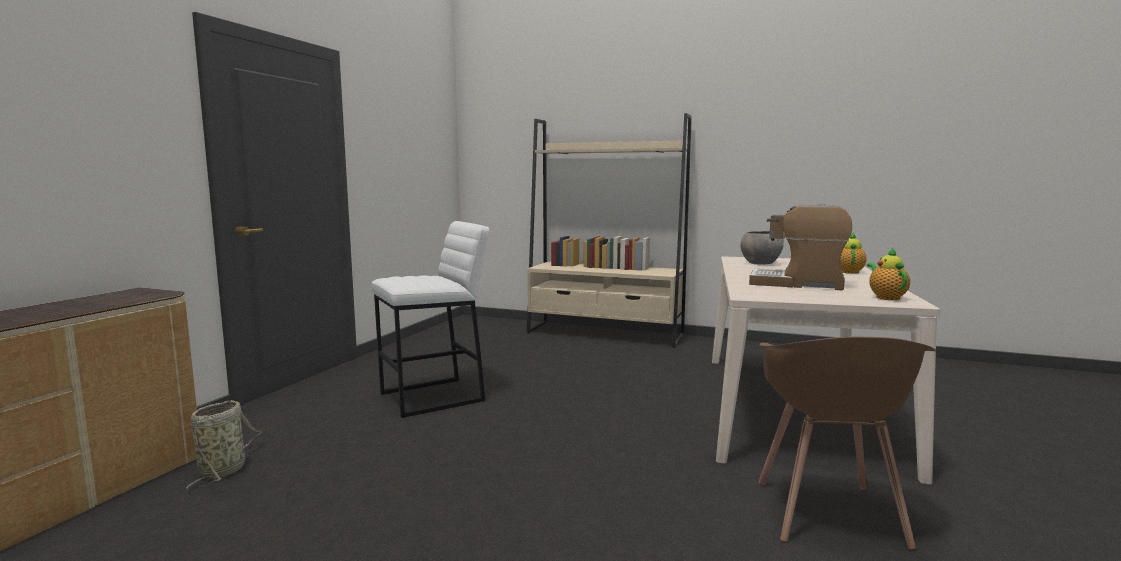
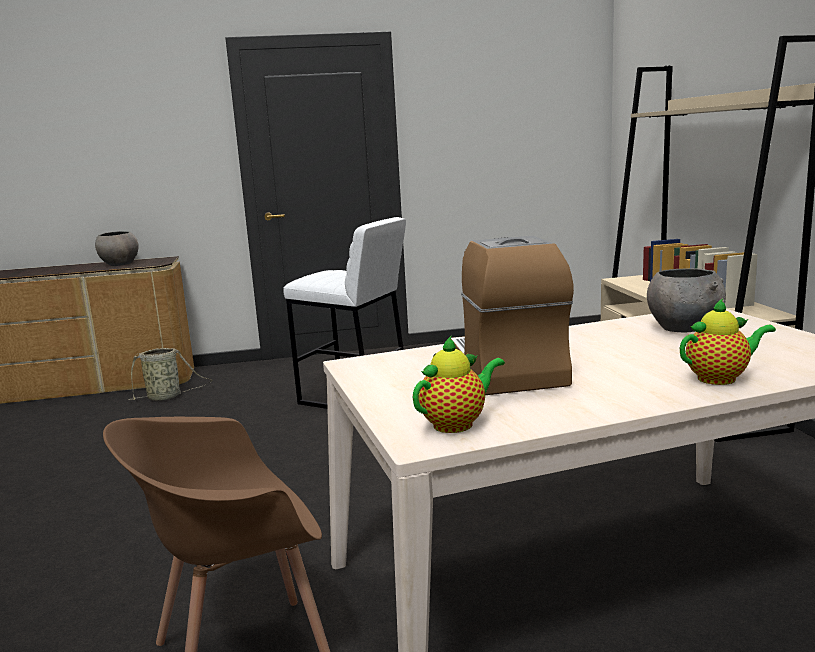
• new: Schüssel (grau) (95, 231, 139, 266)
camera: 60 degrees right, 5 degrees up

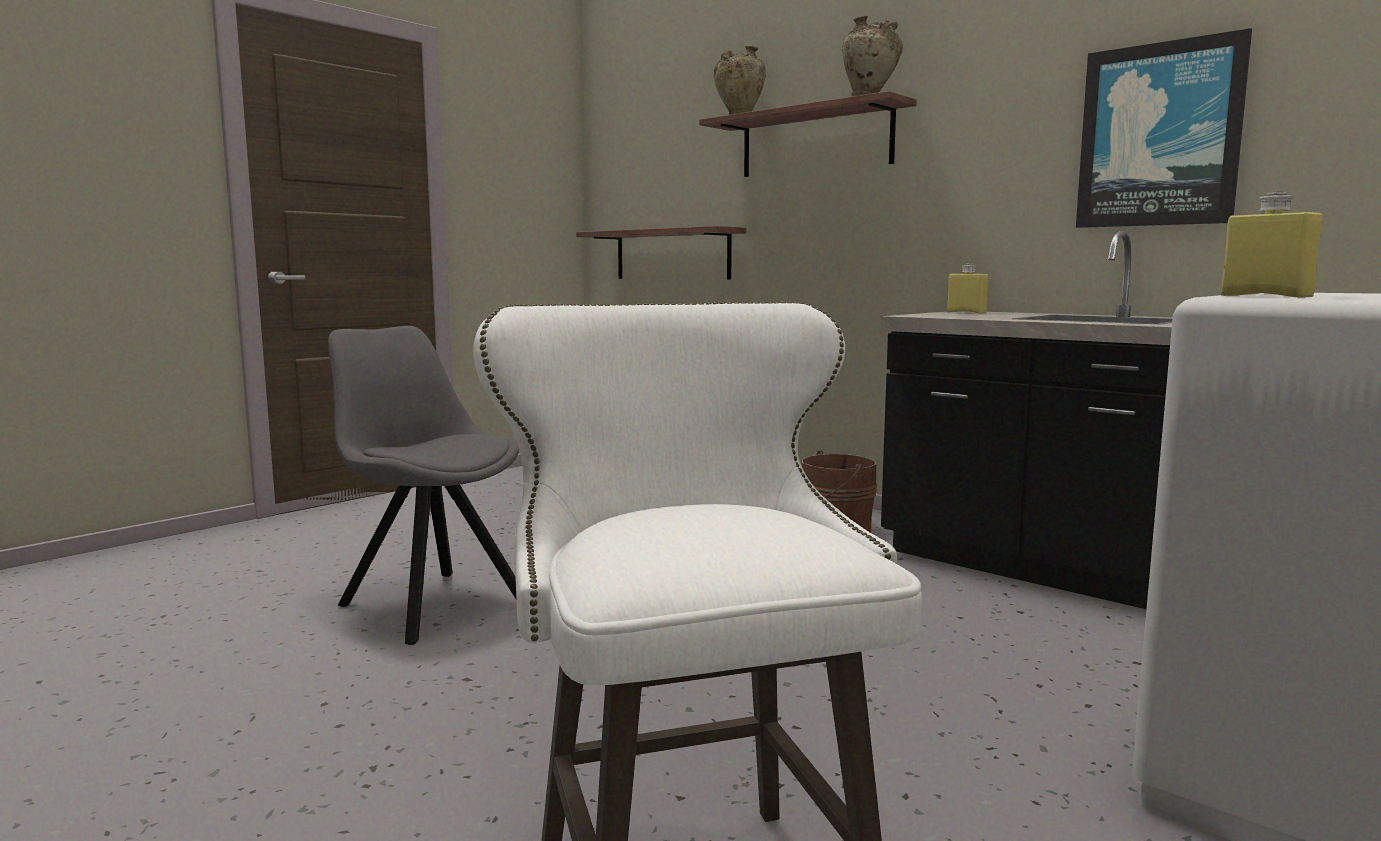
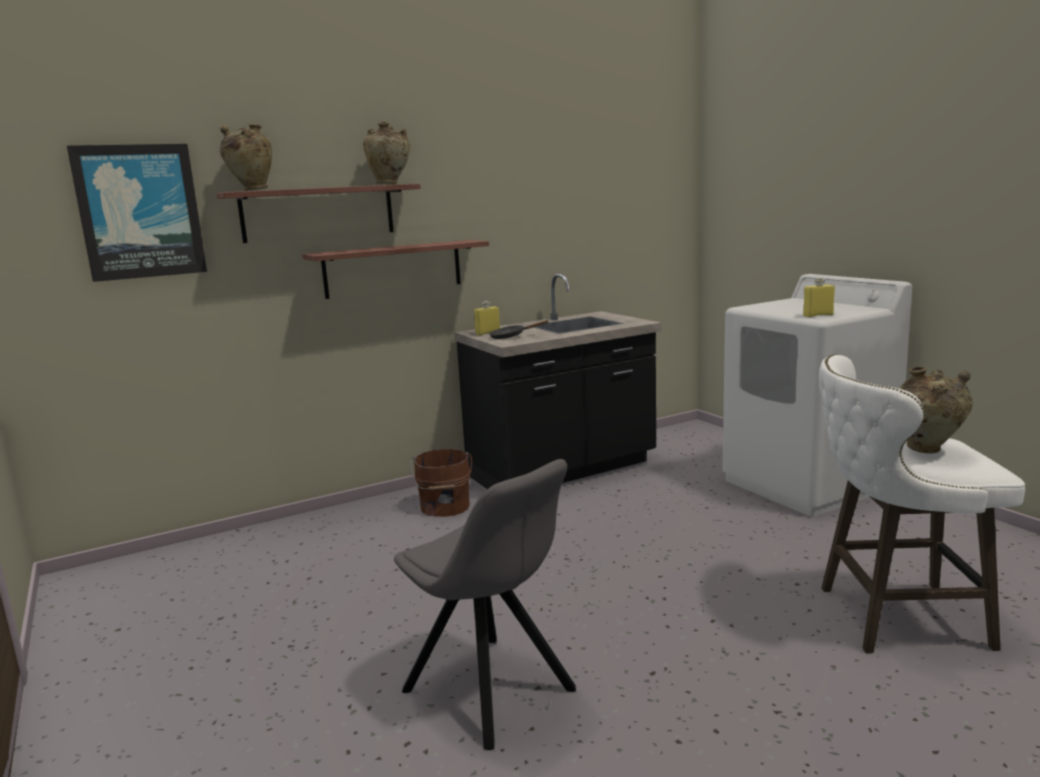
• shifted: Bild (1076, 28, 1252, 228) to (67, 144, 207, 282)
• shifted: Wandregal (576, 226, 746, 280) to (302, 240, 489, 299)
• rotated: Stuhl (grau) (328, 326, 519, 645) = (394, 459, 576, 750) 105 degrees counterclockwise
• new: Pfanne (schwarz) (489, 320, 549, 339)
• new: Vase (beige) (899, 367, 973, 454)
camera: 70 degrees left, 5 degrees up

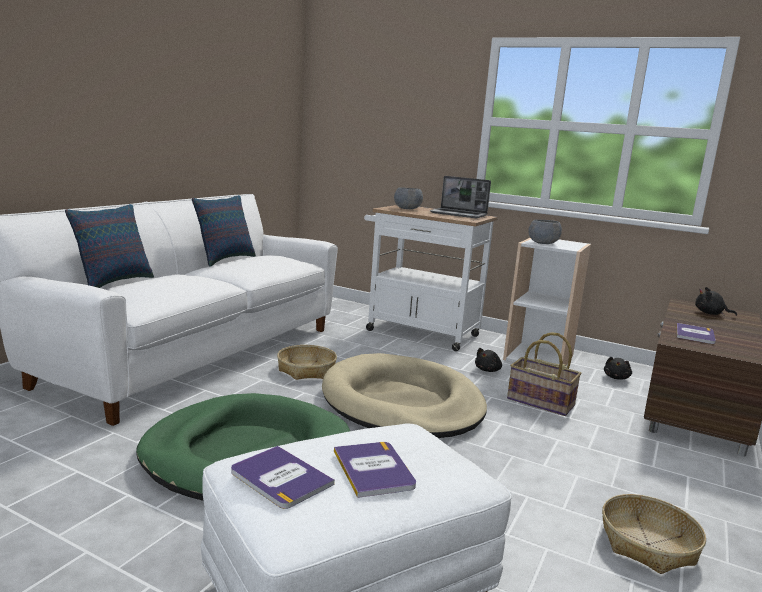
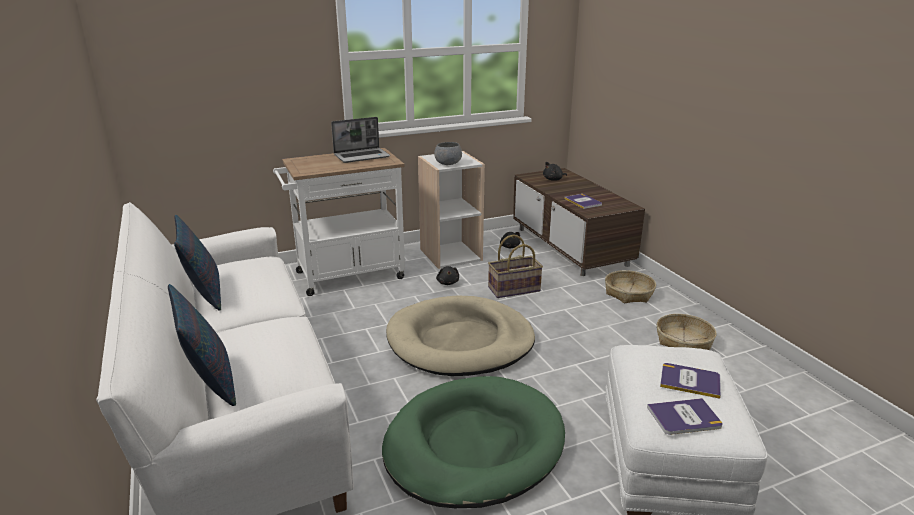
• shifted: Korb (277, 345, 337, 380) to (605, 270, 656, 303)
• gone: Schüssel (grau) (394, 187, 423, 209)
camera: 50 degrees left, 10 degrees up

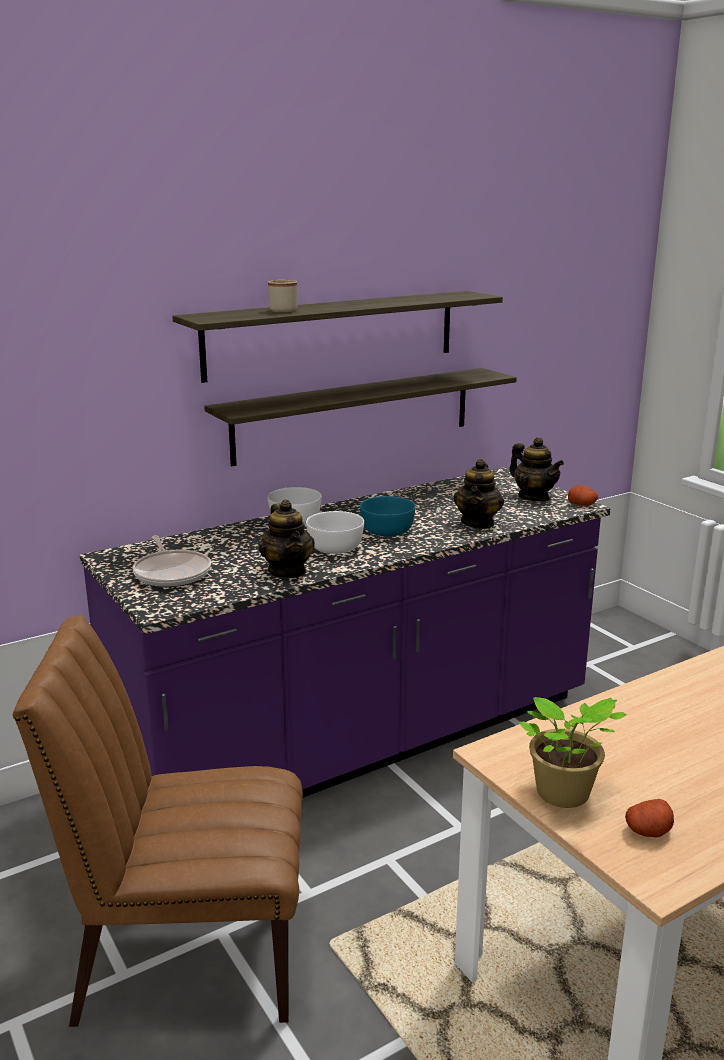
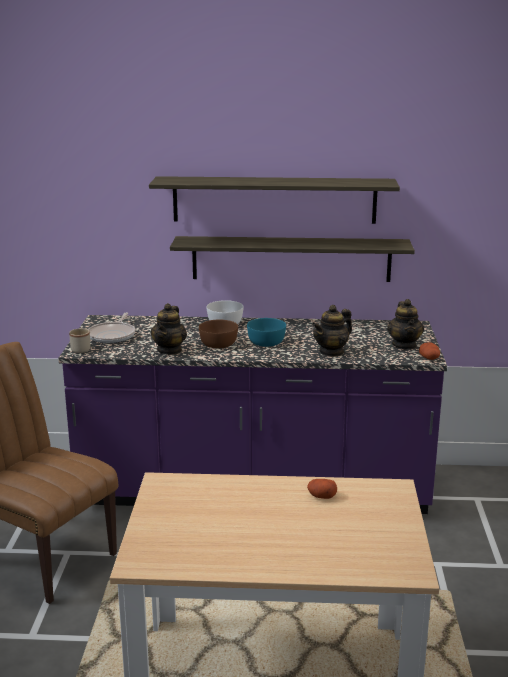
• shifted: Henkelbecher (beige) (268, 280, 297, 312) to (69, 328, 90, 353)
• repainted: Schüssel (weiß) (306, 511, 364, 554) to Schüssel (braun) (199, 320, 238, 349)
• shifted: Kartoffel (625, 799, 674, 837) to (307, 479, 337, 499)
• gone: Topfpflanze (519, 697, 627, 808)
camera: 35 degrees right, 0 degrees up

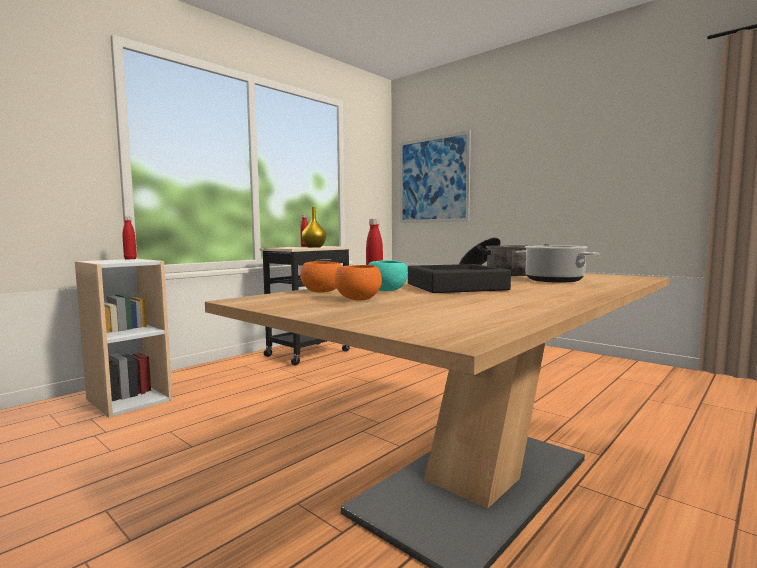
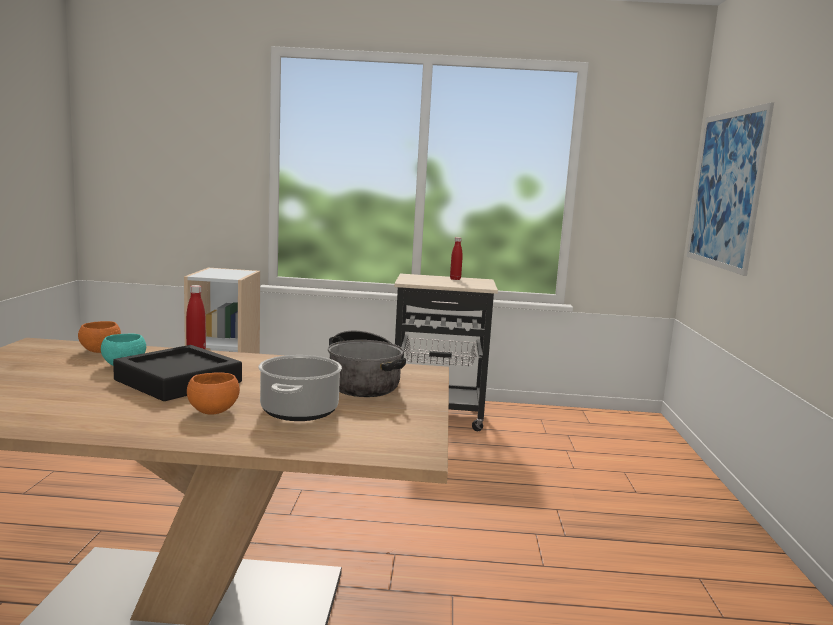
• shifted: Schüssel (orange) (334, 265, 382, 300) to (187, 372, 240, 415)
• gone: Flasche (rot) (123, 216, 137, 259)
• gone: Vase (gelb) (302, 207, 326, 248)
camera: 50 degrees right, 5 degrees up

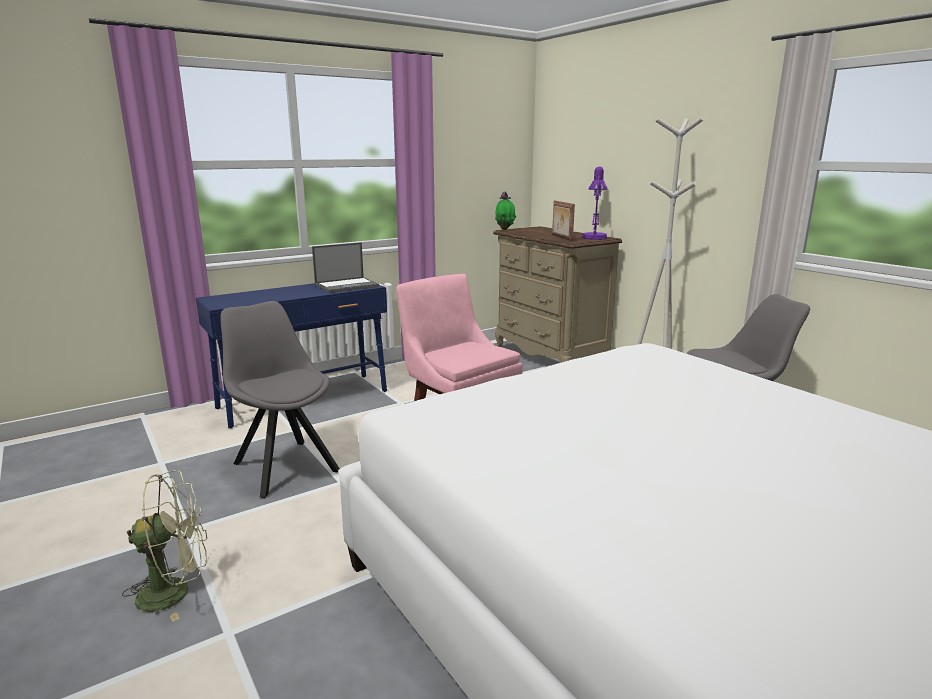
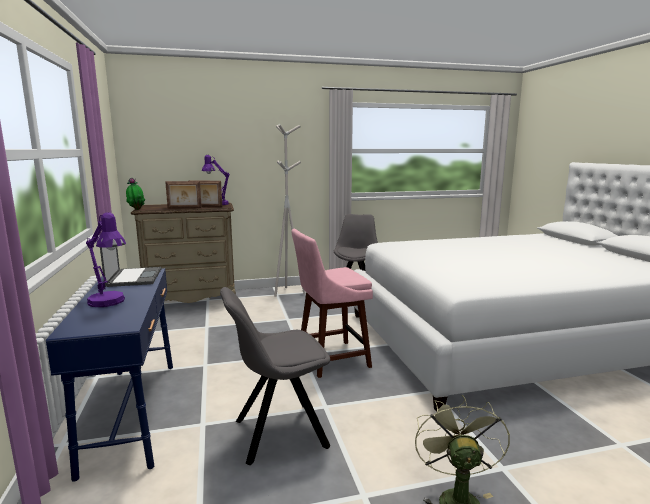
• new: Tischlampe (lila) (86, 212, 126, 307)
• new: Bilderrahmen (165, 181, 202, 208)
camera: 70 degrees left, 5 degrees down

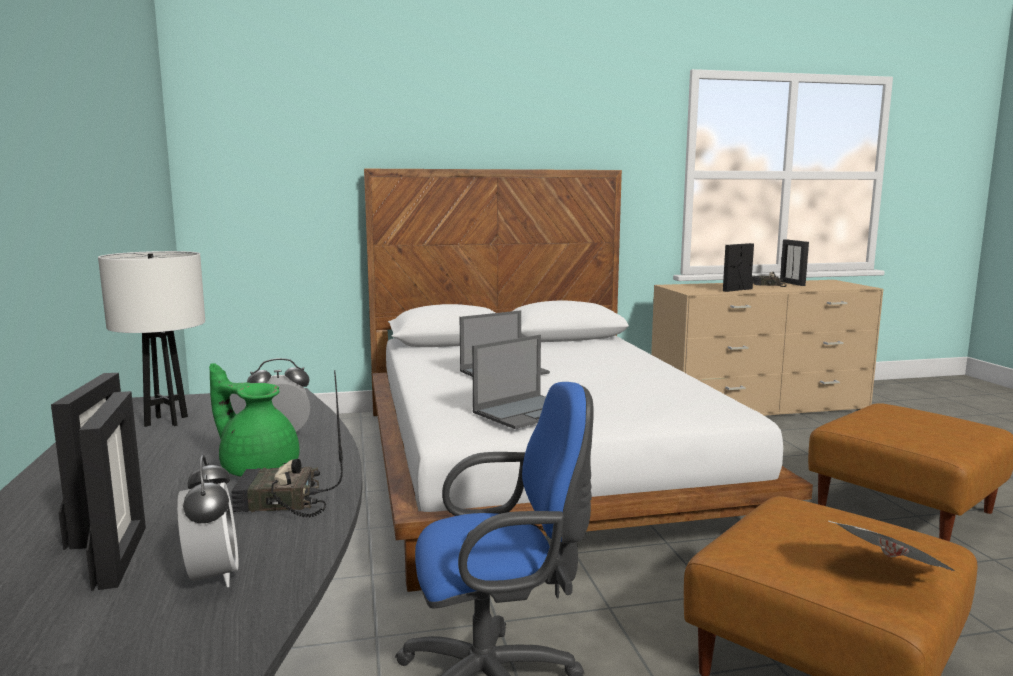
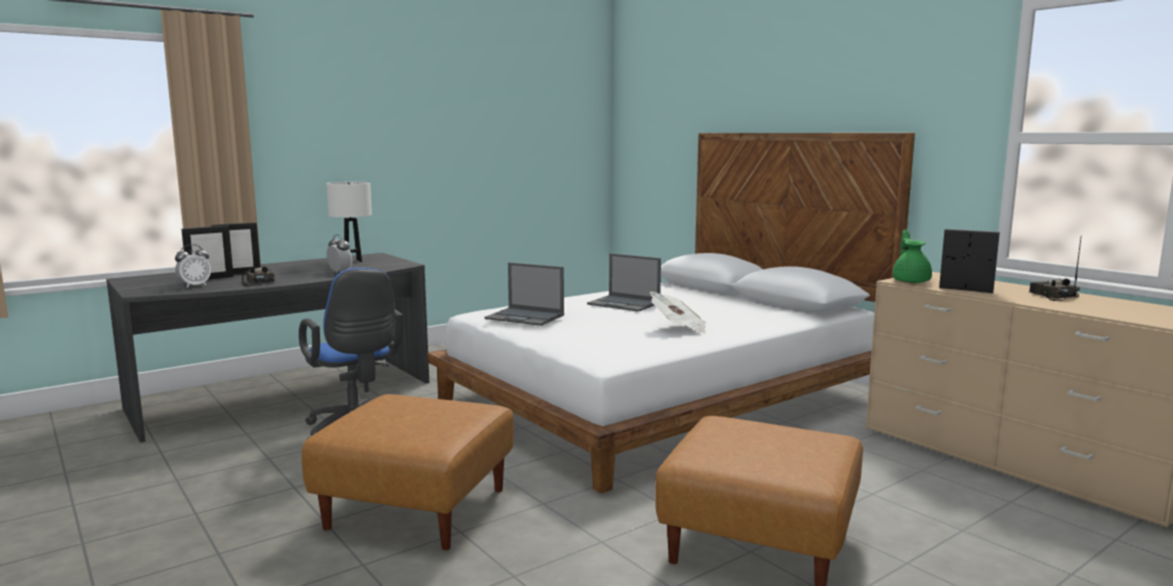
• shifted: Zeitung (828, 520, 954, 571) to (650, 292, 706, 334)
• shifted: Teekanne (grün) (209, 363, 300, 477) to (892, 229, 932, 283)
• gone: Bilderrahmen (780, 239, 809, 286)
camera: 65 degrees right, 0 degrees up

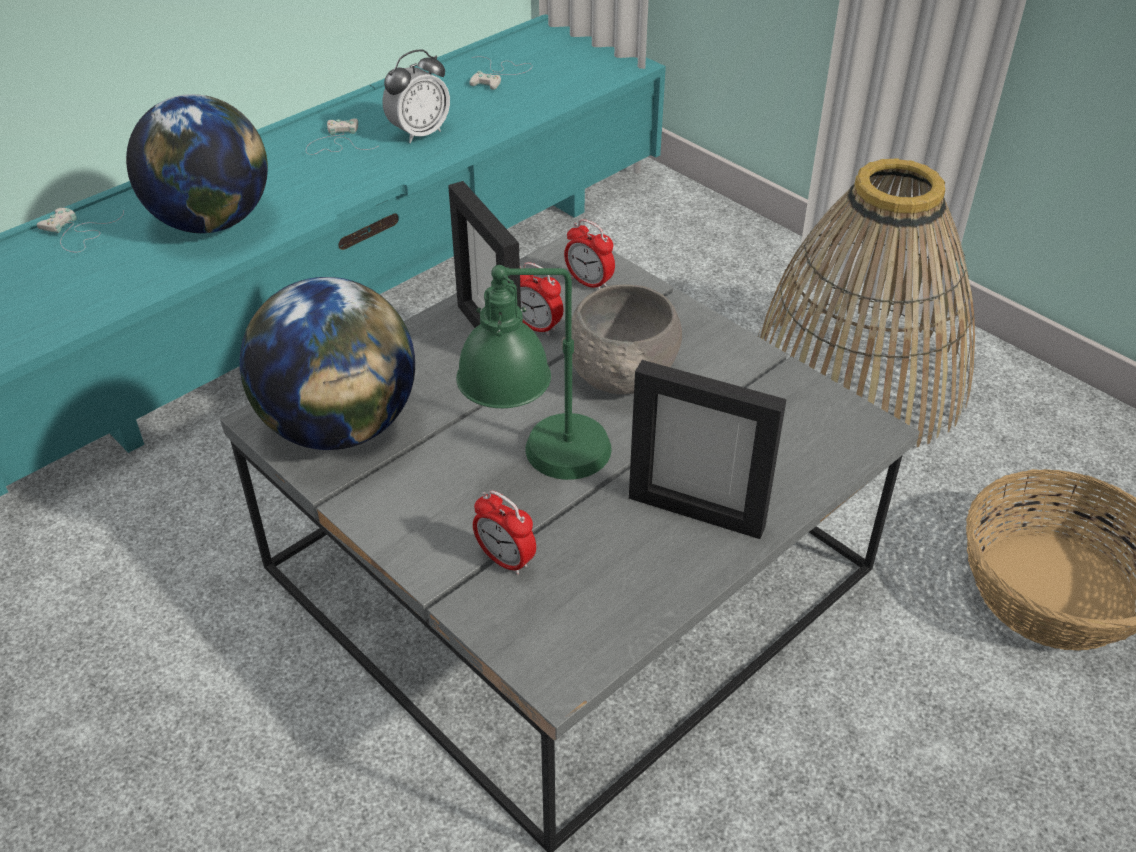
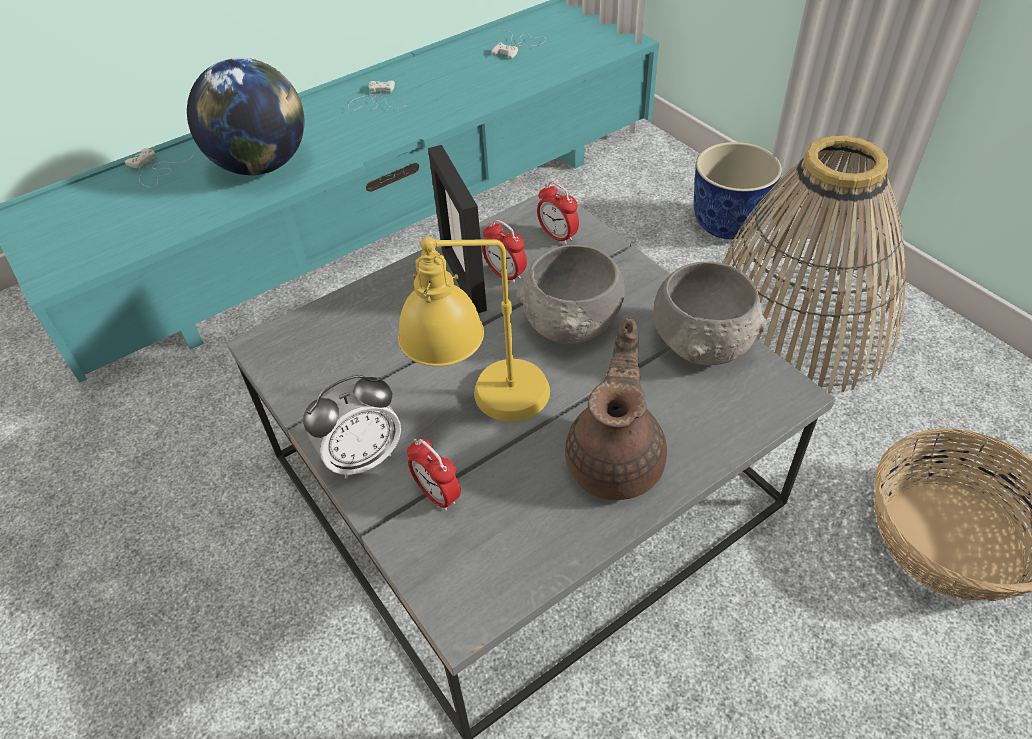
• shifted: Wecker (382, 49, 450, 143) to (303, 375, 401, 479)
• repainted: Tischlampe (grün) (456, 265, 612, 480) to Tischlampe (gelb) (398, 237, 550, 422)
• swapped: Bilderrahmen (629, 360, 787, 539) to Teekanne (braun) (565, 318, 667, 500)
• new: Schüssel (grau) (654, 262, 767, 365)
• new: Pflanzkübel (694, 142, 782, 239)
• gone: Globus (240, 277, 415, 450)
camera: 10 degrees right, 5 degrees up

